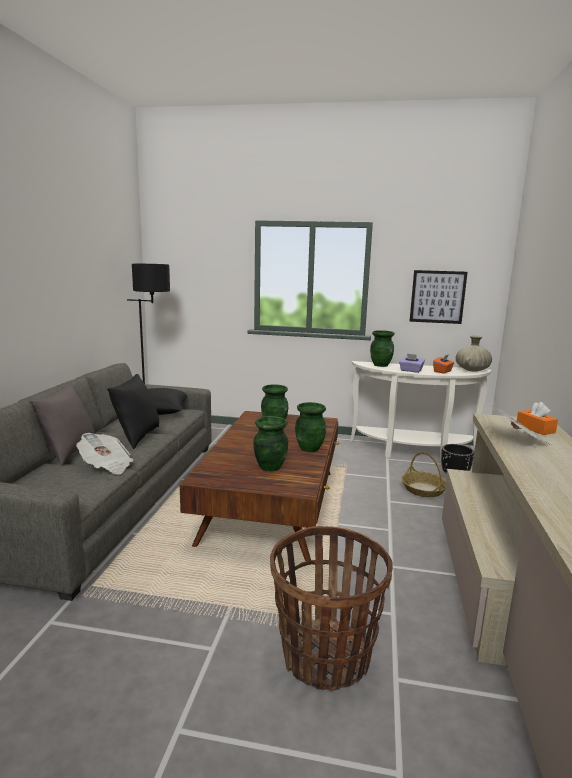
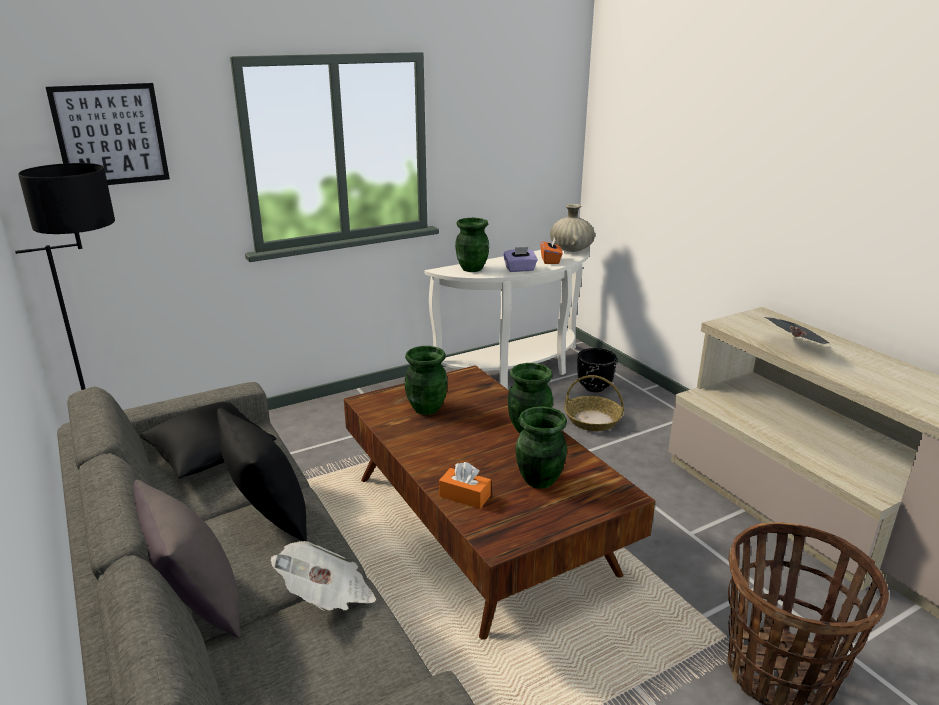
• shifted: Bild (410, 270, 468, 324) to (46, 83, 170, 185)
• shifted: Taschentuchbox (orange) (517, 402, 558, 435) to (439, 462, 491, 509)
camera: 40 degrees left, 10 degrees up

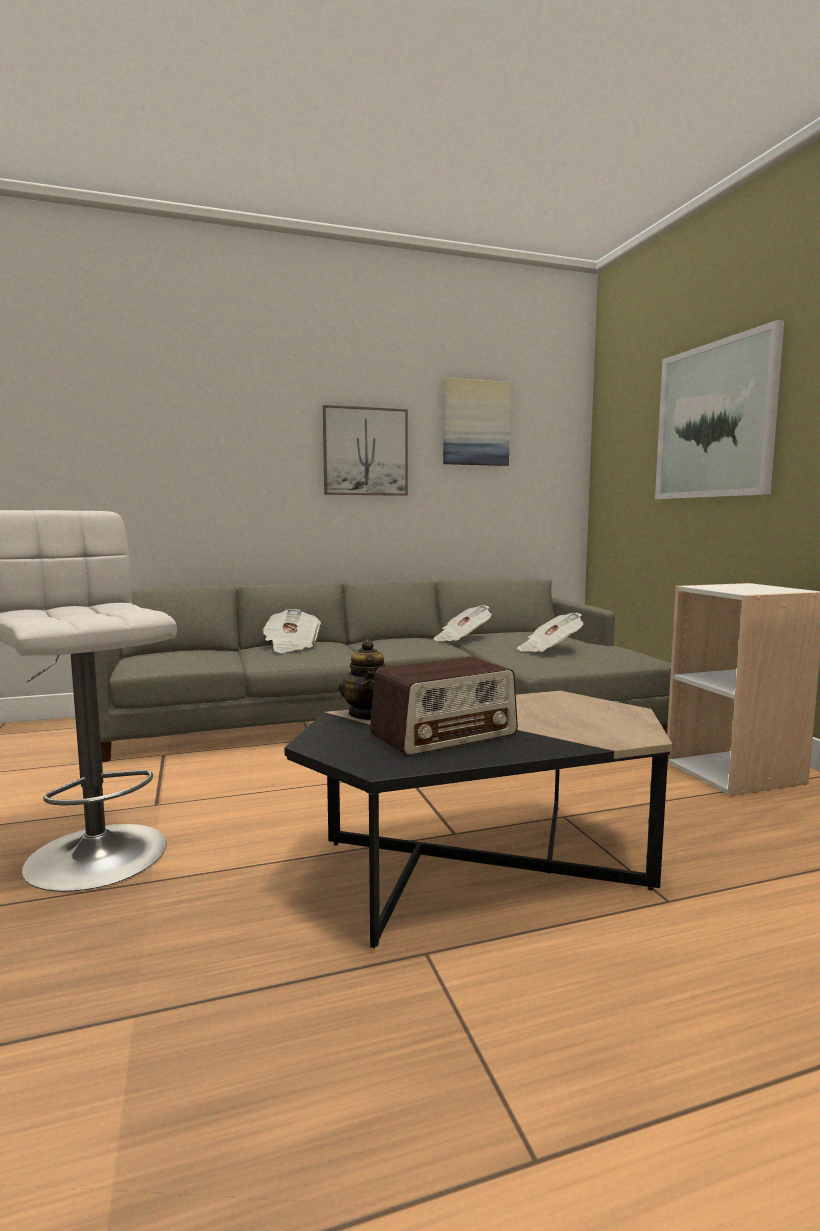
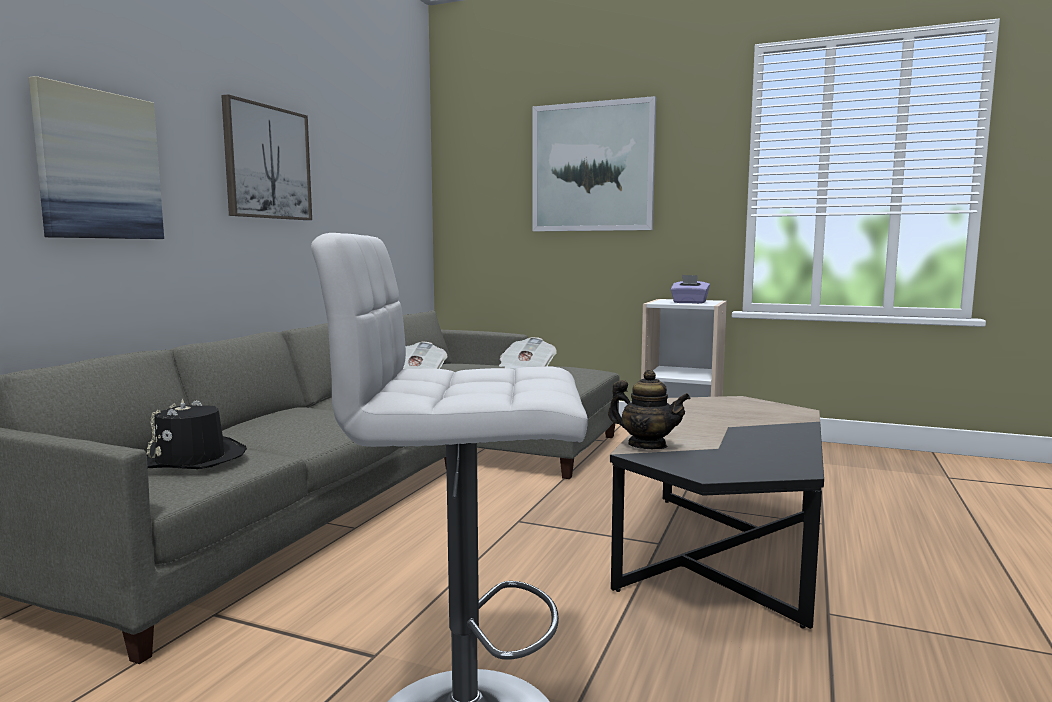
• shifted: Bild (443, 378, 511, 466) to (29, 76, 164, 239)
• new: Hut (schwarz) (147, 399, 247, 469)
• new: Taschentuchbox (lila) (670, 275, 710, 304)
• gone: Zeitung (262, 609, 321, 653)
• gone: Radio (370, 657, 518, 756)
camera: 50 degrees left, 0 degrees up

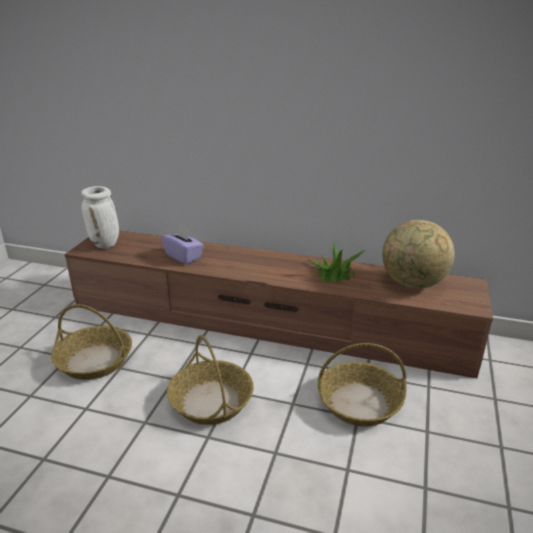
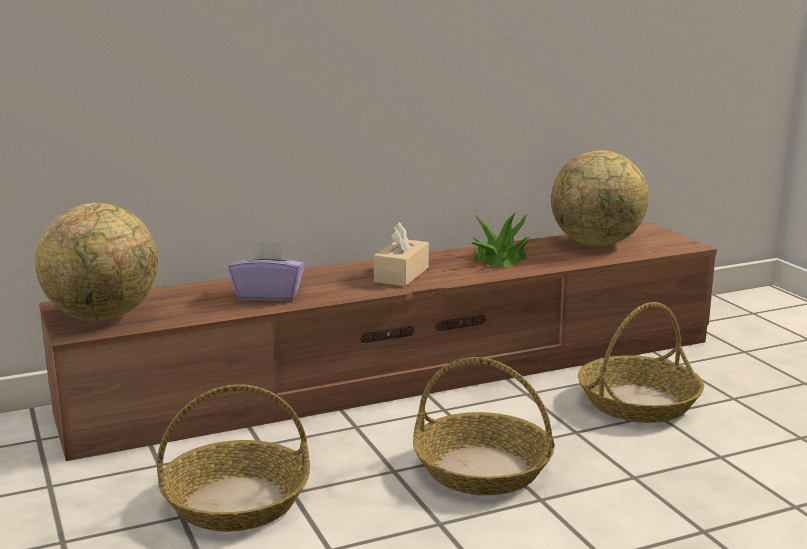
• swapped: Vase (weiß) (81, 186, 119, 249) to Globus (35, 203, 158, 321)
• new: Taschentuchbox (beige) (374, 222, 429, 286)
camera: 40 degrees left, 10 degrees down

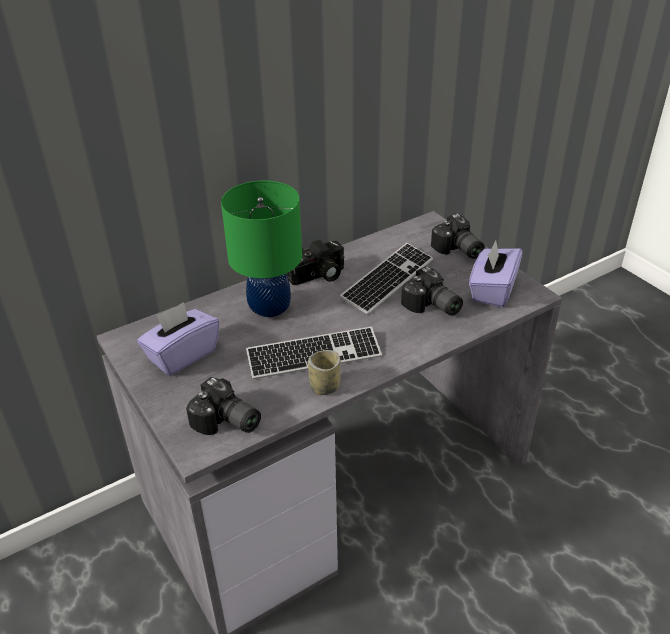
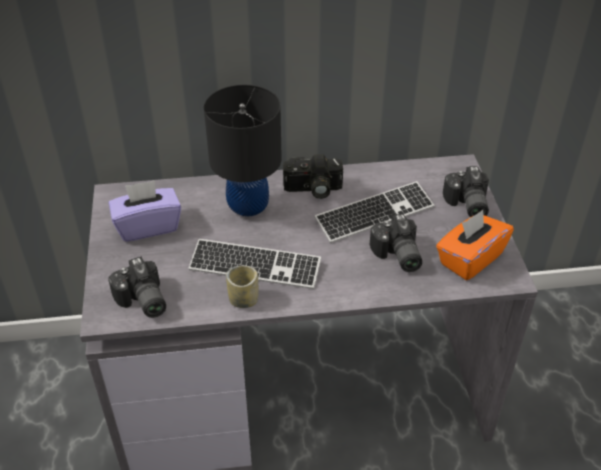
• repainted: Tischlampe (grün) (221, 180, 302, 317) to Tischlampe (schwarz) (204, 85, 282, 217)
• repainted: Taschentuchbox (lila) (469, 240, 522, 307) to Taschentuchbox (orange) (436, 210, 514, 281)
camera: 25 degrees right, 5 degrees up

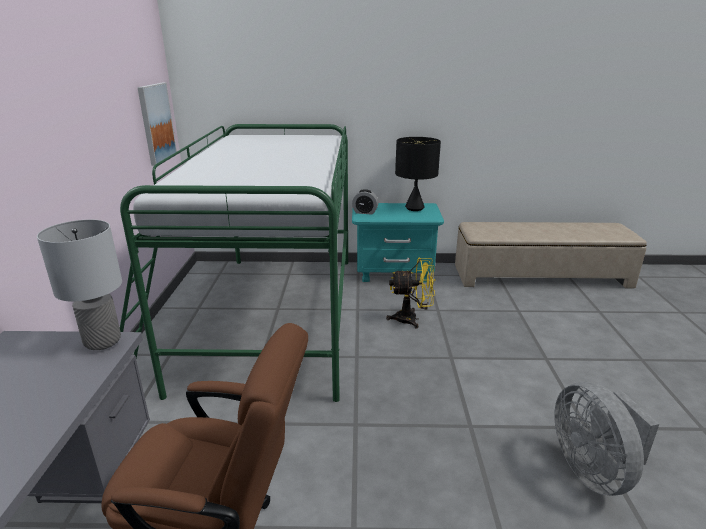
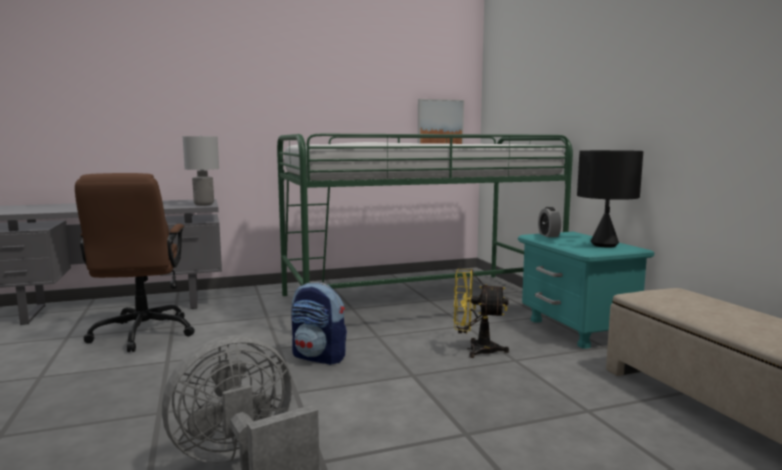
• new: Rucksack (291, 282, 347, 365)
• rotated: Ventilator (gelb) (386, 258, 436, 329) = (454, 269, 509, 358) 120 degrees clockwise
camera: 70 degrees right, 15 degrees down

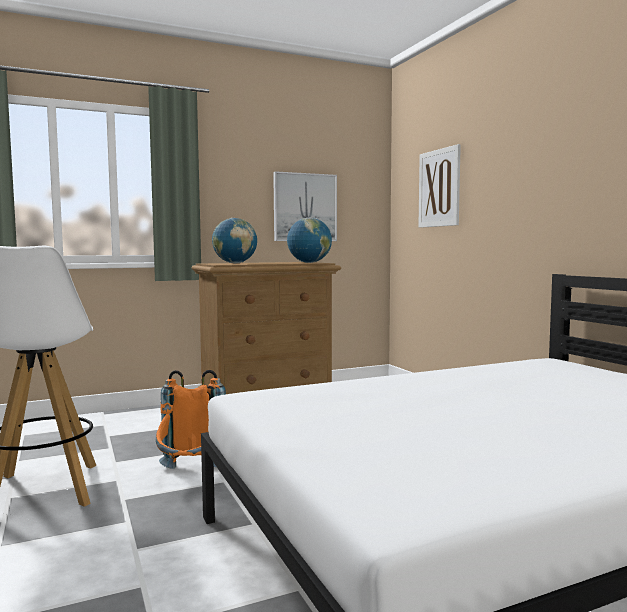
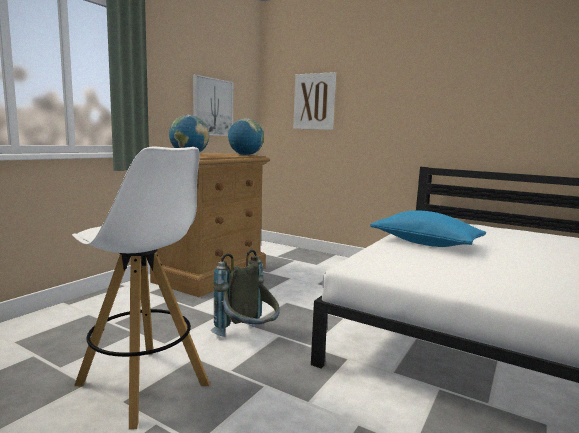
• repainted: Rucksack (orange) (156, 370, 226, 469) to Rucksack (grau) (211, 249, 280, 337)
• new: Kissen (blau) (370, 211, 486, 247)
camera: 35 degrees left, 5 degrees up

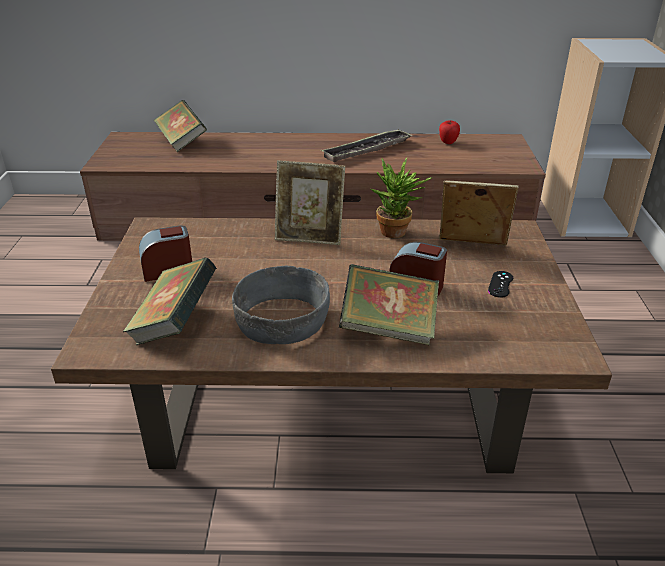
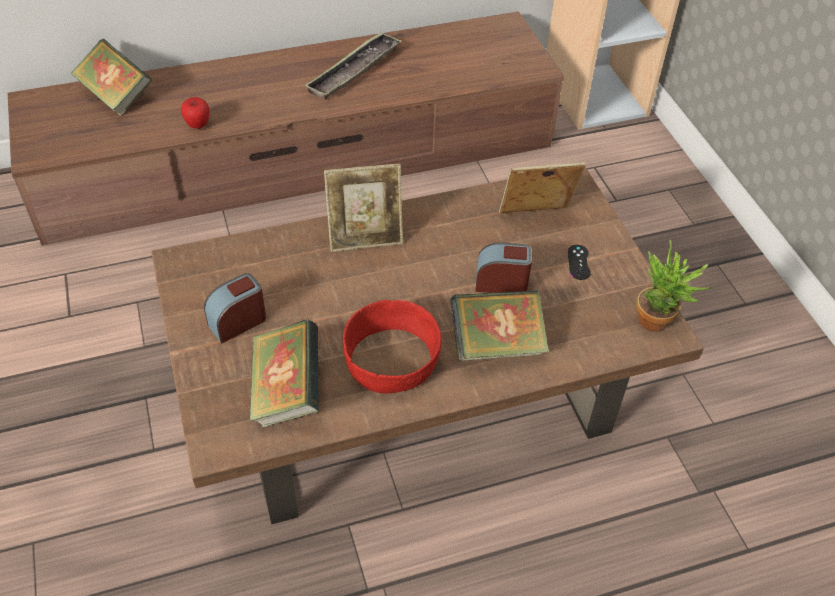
• shifted: Apfel (439, 120, 460, 144) to (181, 97, 209, 129)
• repainted: Schüssel (grau) (232, 265, 330, 344) to Schüssel (rot) (343, 300, 442, 394)
• shifted: Topfpflanze (371, 158, 432, 238) to (637, 240, 714, 332)
camera: 20 degrees left, 15 degrees up

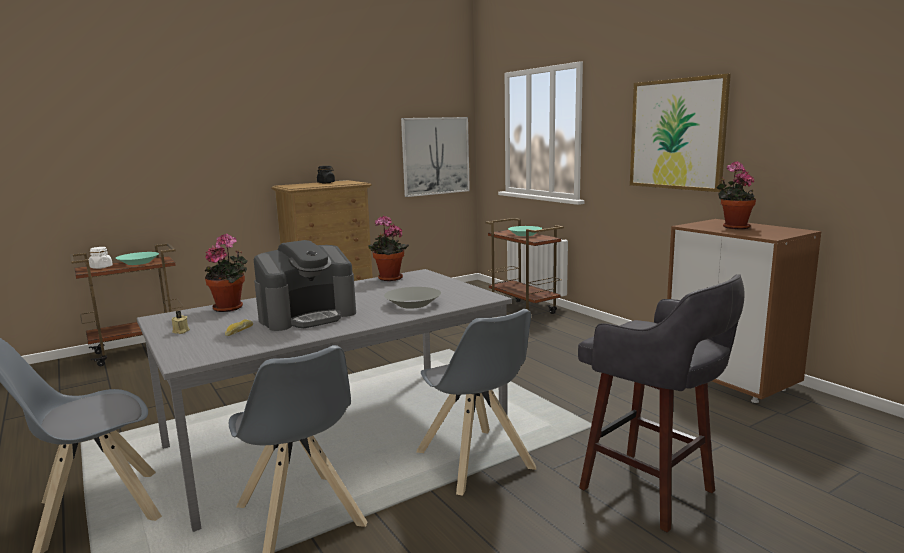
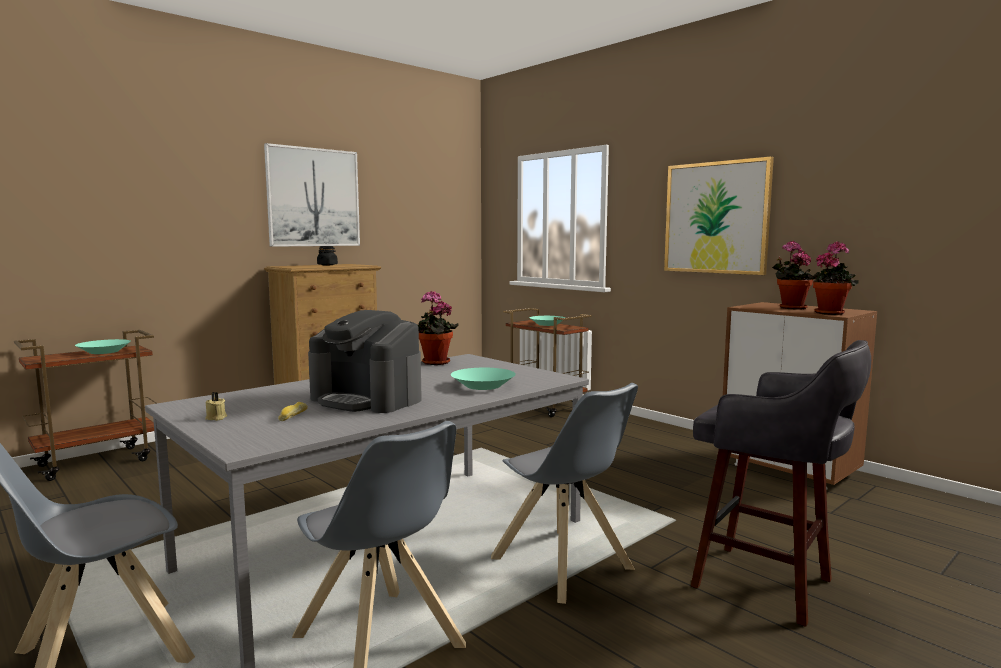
• shifted: Bild (401, 117, 470, 197) to (264, 143, 360, 247)
• rotated: Kaffeemaschine (254, 240, 356, 331) = (308, 310, 422, 413) 75 degrees clockwise
• repainted: Schüssel (grau) (384, 287, 441, 309) to Schüssel (türkis) (451, 368, 516, 390)
• shifted: Topfpflanze (205, 234, 248, 312) to (808, 242, 859, 315)
• gone: Vorratsglas (weiß) (89, 247, 113, 269)
camera: 10 degrees left, 5 degrees down

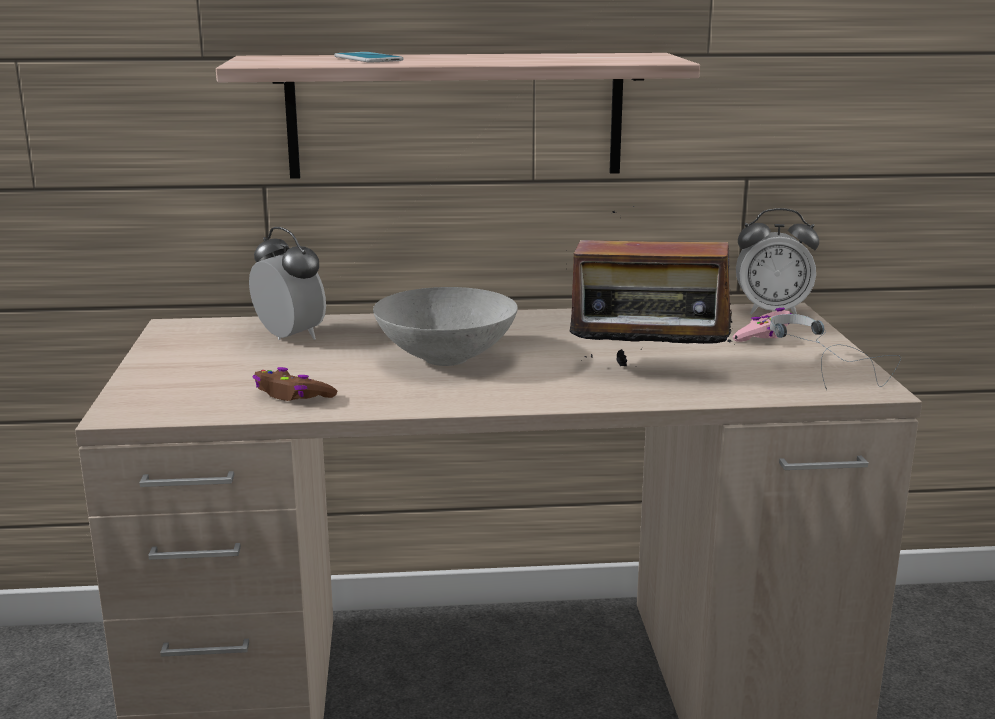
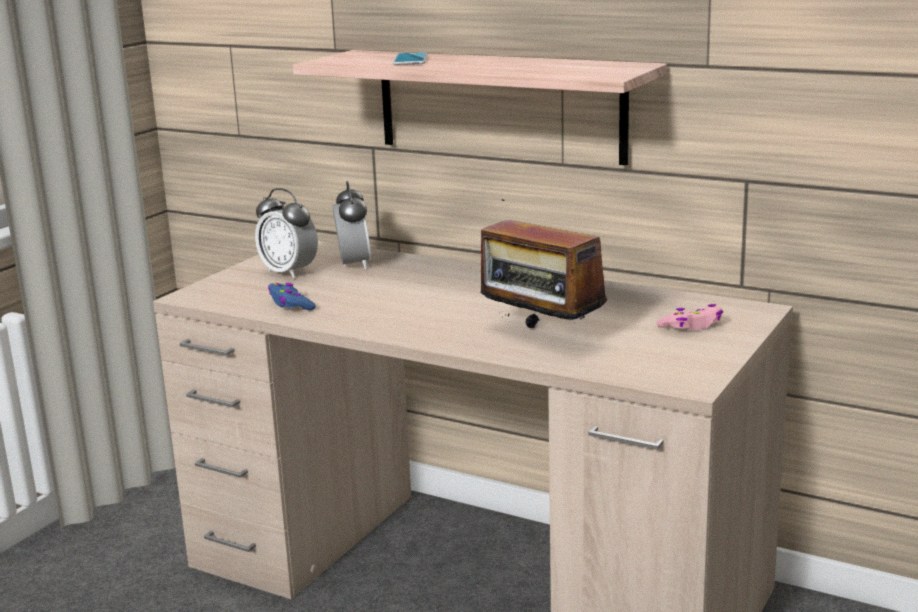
• shifted: Wecker (736, 208, 819, 315) to (255, 188, 318, 279)
• repainted: Gamepad (braun) (253, 367, 337, 401) to Gamepad (blau) (268, 283, 316, 311)
• gone: Schüssel (grau) (373, 287, 518, 366)
• gone: Kopfhörer (770, 314, 901, 390)
camera: 35 degrees right, 0 degrees up

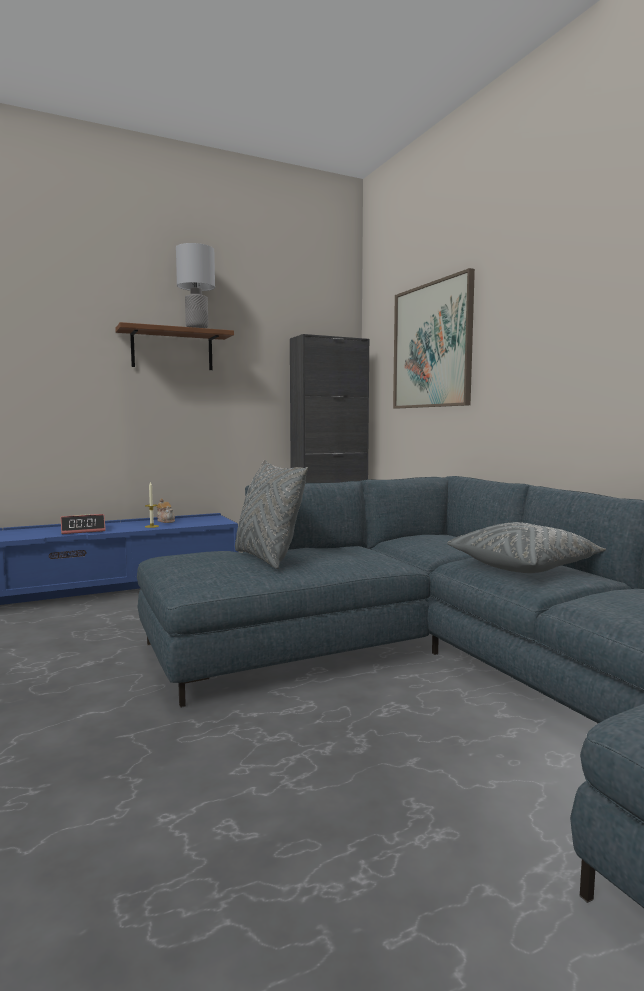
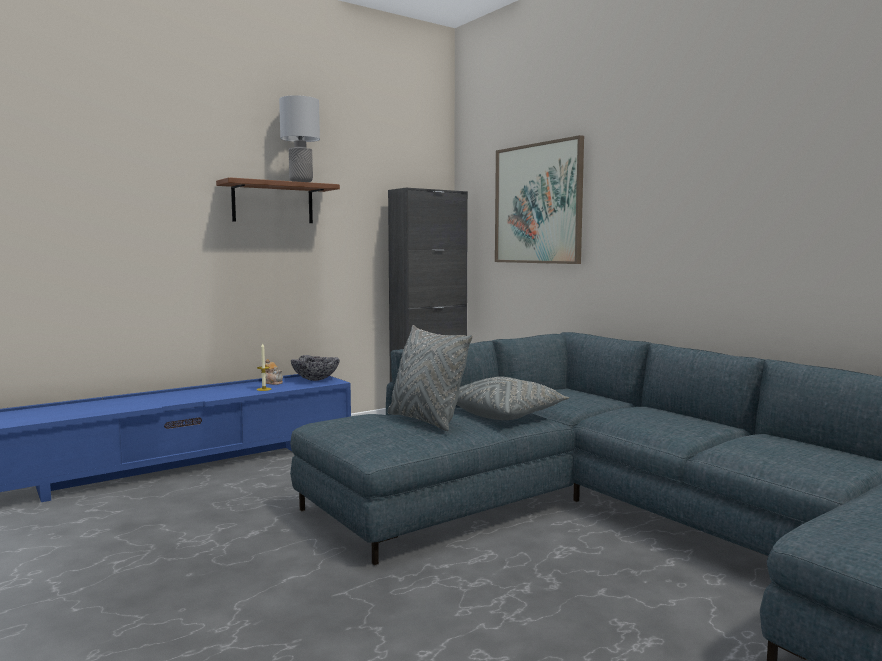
• new: Schüssel (291, 355, 339, 381)
• shifted: Kissen (grau) (447, 522, 606, 573) to (456, 377, 569, 420)
• gone: Wecker (61, 514, 106, 534)
camera: 10 degrees left, 0 degrees up

